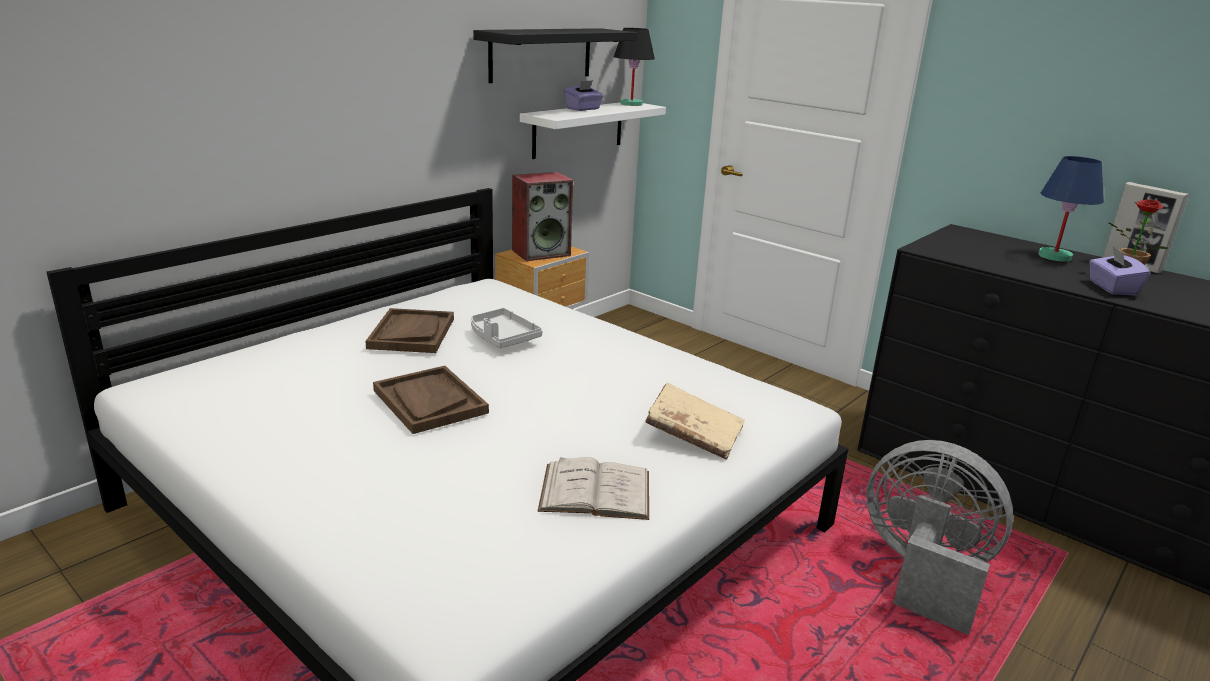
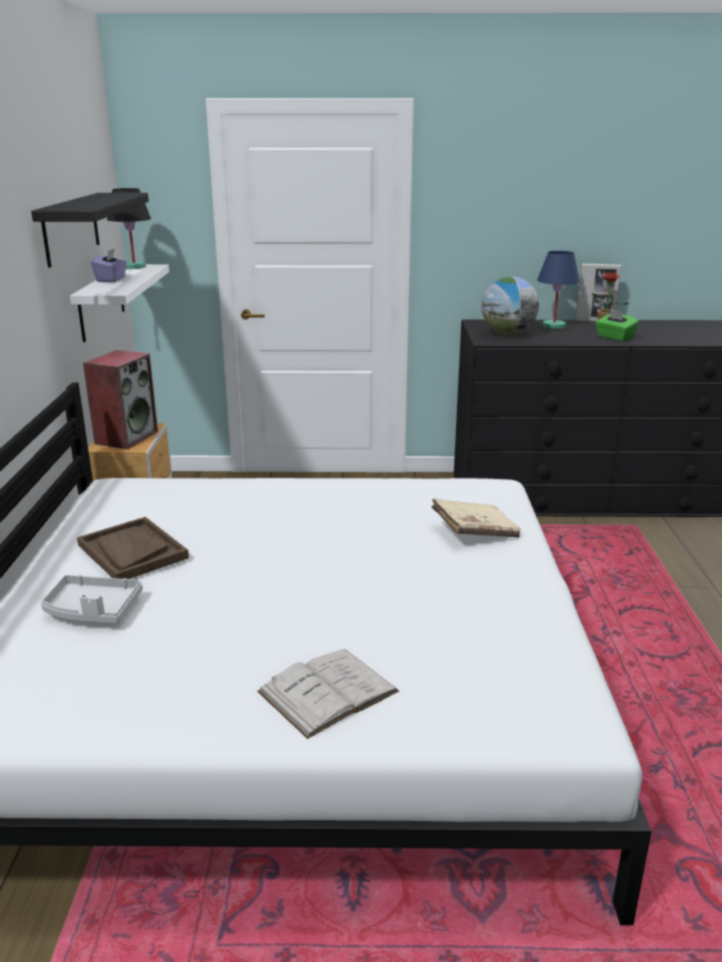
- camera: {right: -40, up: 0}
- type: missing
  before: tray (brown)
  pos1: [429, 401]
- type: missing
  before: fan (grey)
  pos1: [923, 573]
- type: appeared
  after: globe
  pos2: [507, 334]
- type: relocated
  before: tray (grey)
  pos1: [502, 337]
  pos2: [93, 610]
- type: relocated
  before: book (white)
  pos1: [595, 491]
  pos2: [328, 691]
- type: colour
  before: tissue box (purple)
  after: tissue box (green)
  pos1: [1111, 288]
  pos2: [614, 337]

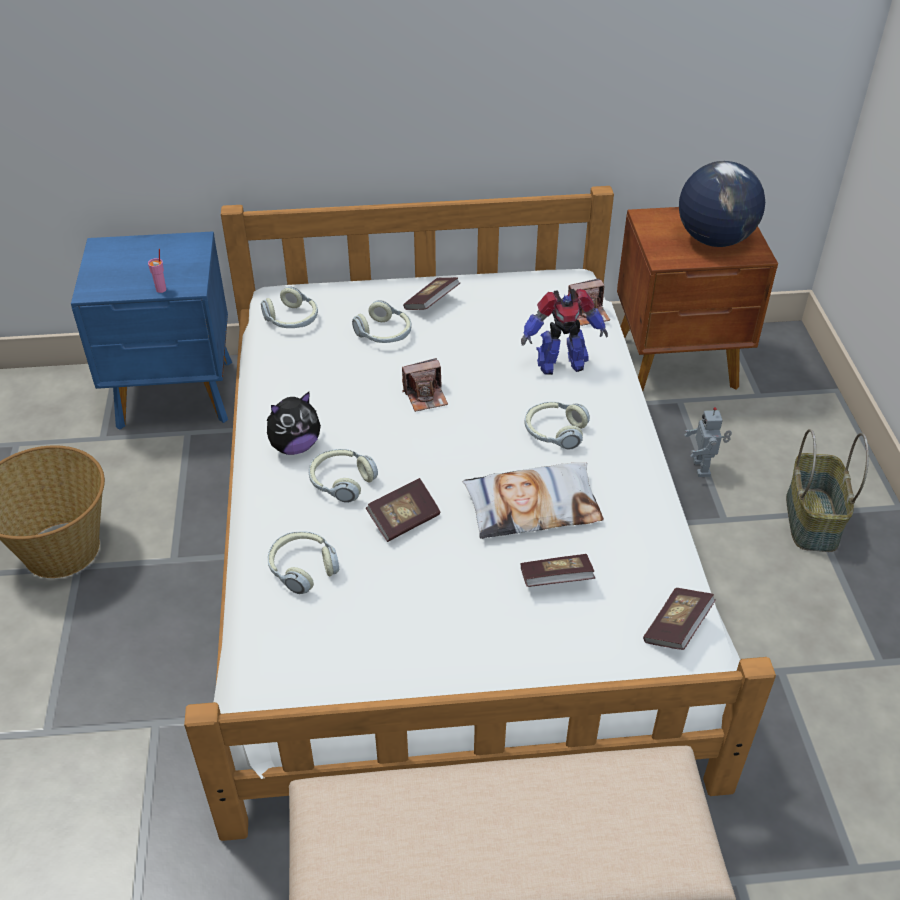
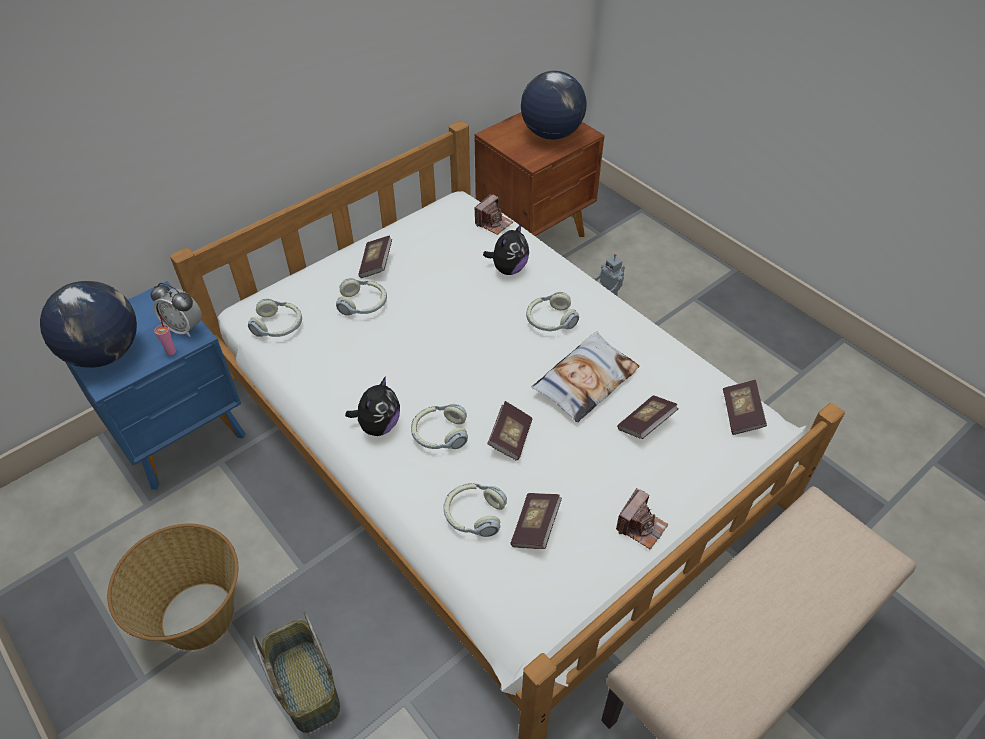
- camera: {right: -35, up: 5}
- type: appeared
  after: globe
  pos2: [104, 353]
- type: appeared
  after: alarm clock
  pos2: [184, 328]
- type: appeared
  after: book
  pos2: [535, 527]
- type: relocated
  before: photo camera
  pos1: [425, 396]
  pos2: [641, 526]
- type: relocated
  before: basket
  pos1: [810, 519]
  pos2: [305, 686]
- type: exchanged
  before: toy robot
  after: plush toy
  pos1: [560, 363]
  pos2: [508, 269]

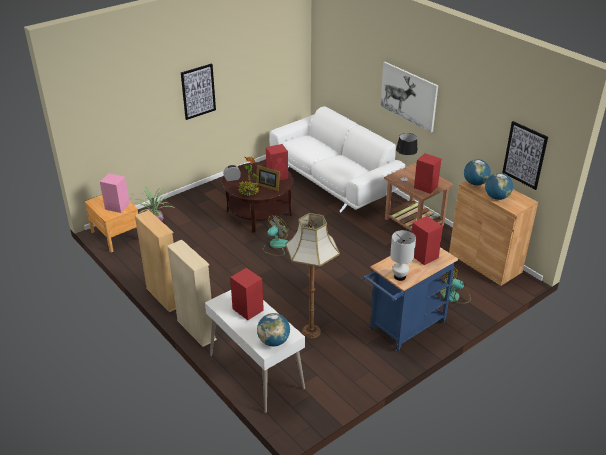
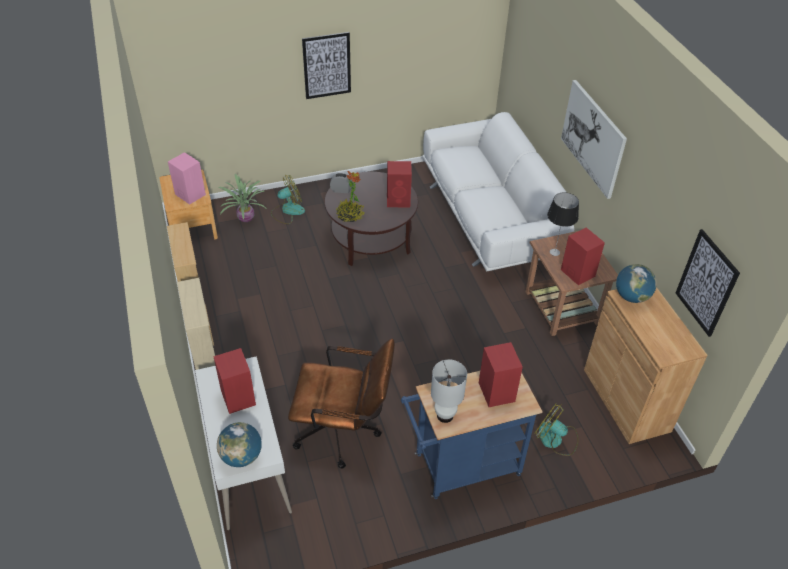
- camera: {right: 20, up: 10}
- type: missing
  before: picture frame
  pos1: [268, 186]
- type: missing
  before: globe
  pos1: [496, 197]
- type: relocated
  before: fan
  pos1: [275, 246]
  pos2: [287, 211]
- type: exchanged
  before: floor lamp
  after: office chair (brown)
  pos1: [312, 331]
  pos2: [344, 432]

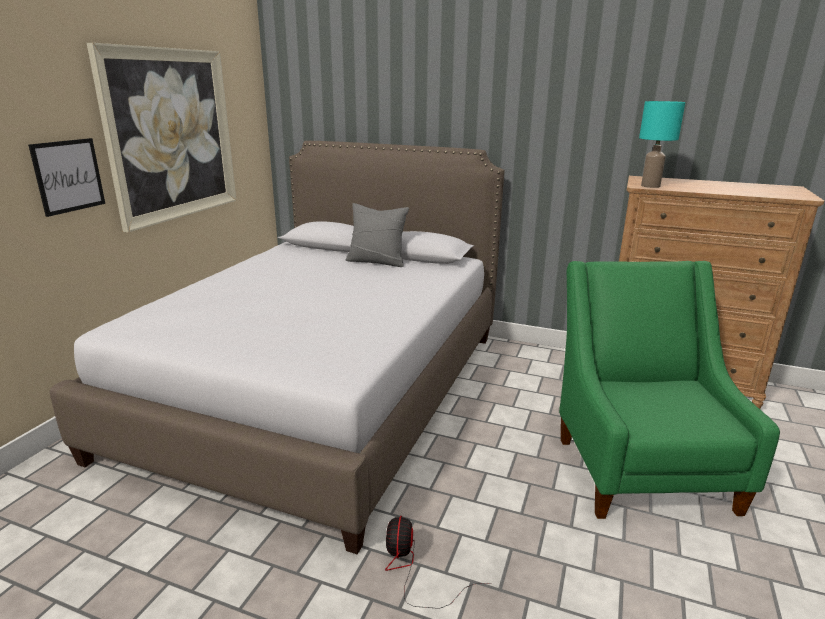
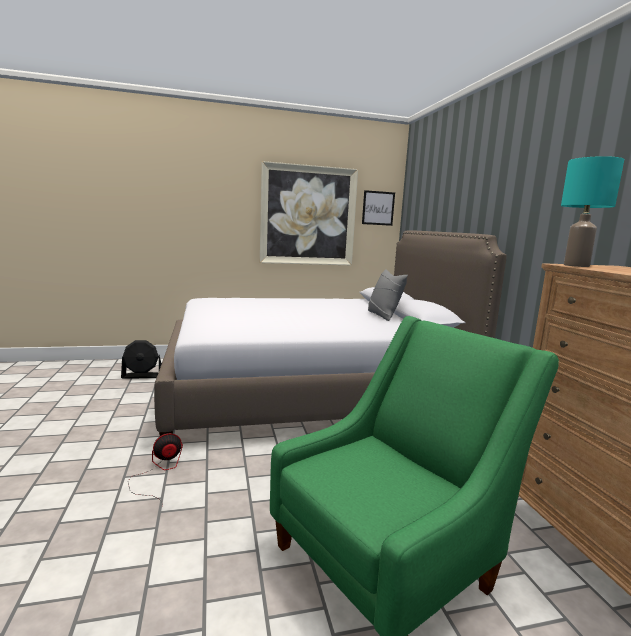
- camera: {right: 55, up: -10}
- type: appeared
  after: fan (black)
  pos2: [142, 376]
- type: relocated
  before: picture
  pos1: [68, 176]
  pos2: [378, 208]

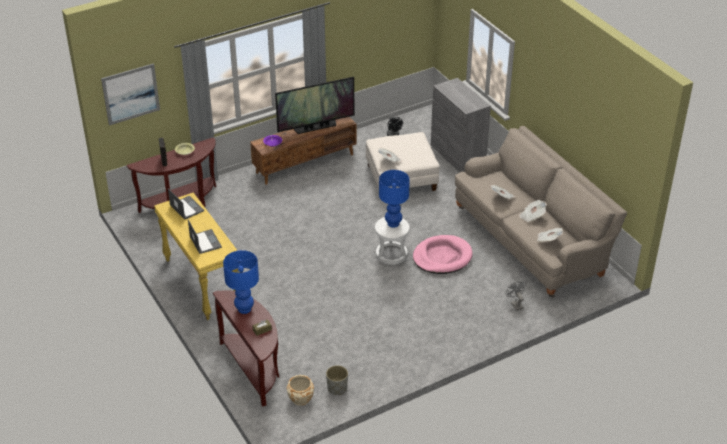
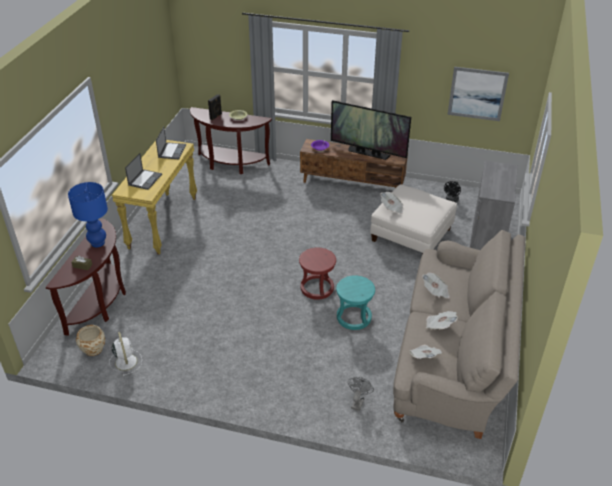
- camera: {right: 45, up: 0}
- type: missing
  before: table lamp (blue)
  pos1: [393, 223]
- type: relocated
  before: picture
  pos1: [131, 94]
  pos2: [477, 94]
- type: exchanged
  before: planter (grey)
  after: fan (white)
  pos1: [337, 388]
  pos2: [126, 361]
- type: exchanged
  before: dog bed (pink)
  after: stool (turquoise)
  pos1: [442, 257]
  pos2: [353, 317]
- type: colour
  before: stool (white)
  after: stool (red)
  pos1: [391, 254]
  pos2: [317, 288]

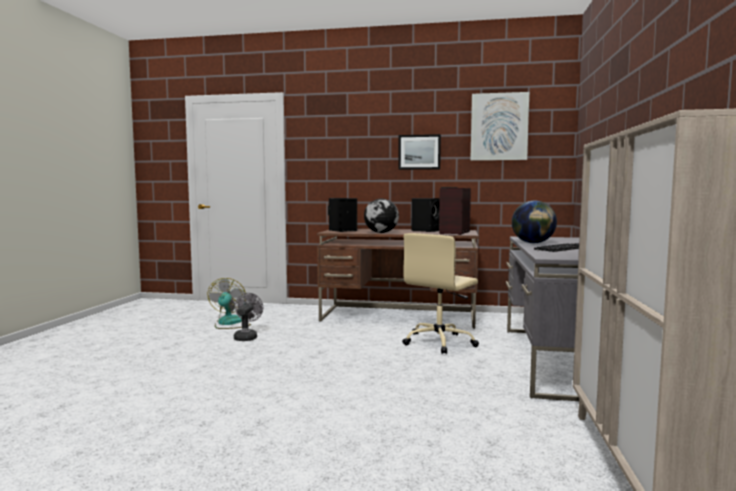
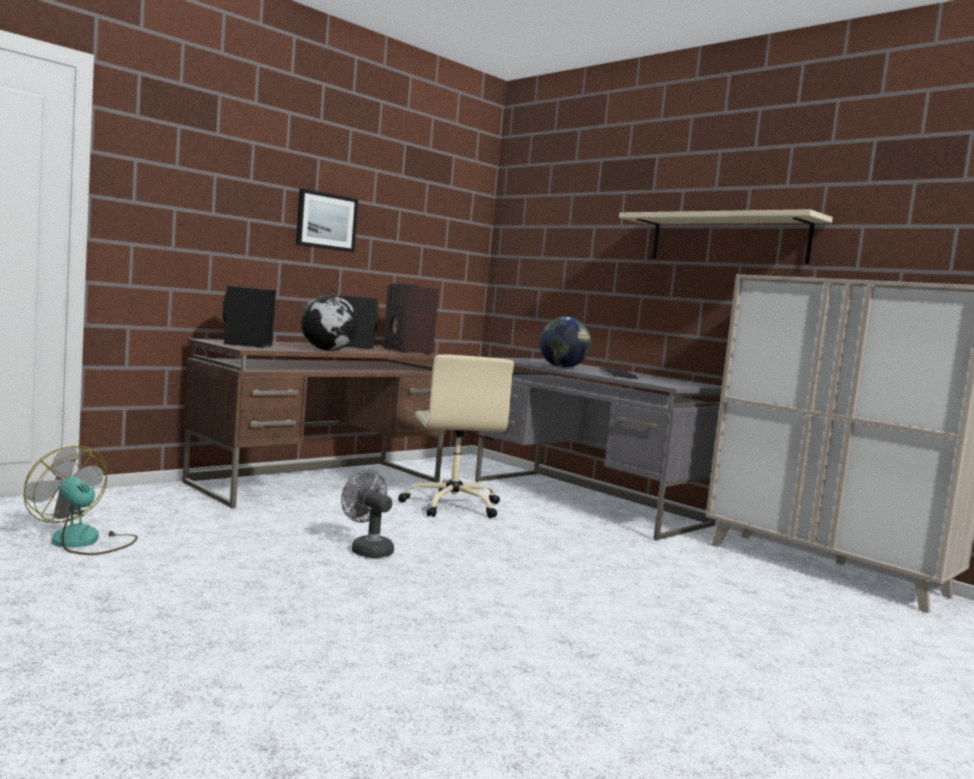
- camera: {right: -55, up: 0}
- type: missing
  before: picture
  pos1: [499, 127]
- type: appeared
  after: shelf (beige)
  pos2: [727, 239]
- type: relocated
  before: fan (grey)
  pos1: [247, 337]
  pos2: [367, 550]

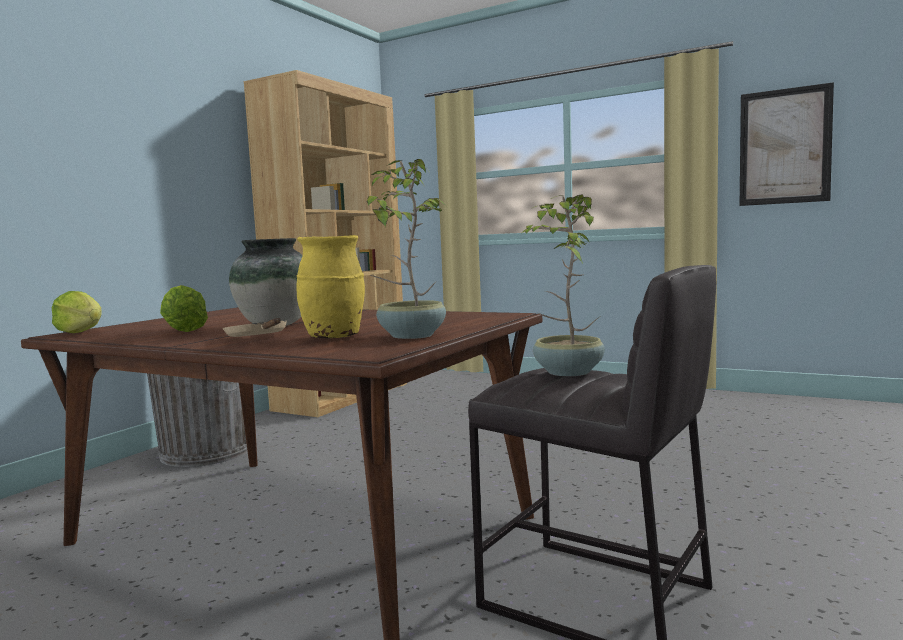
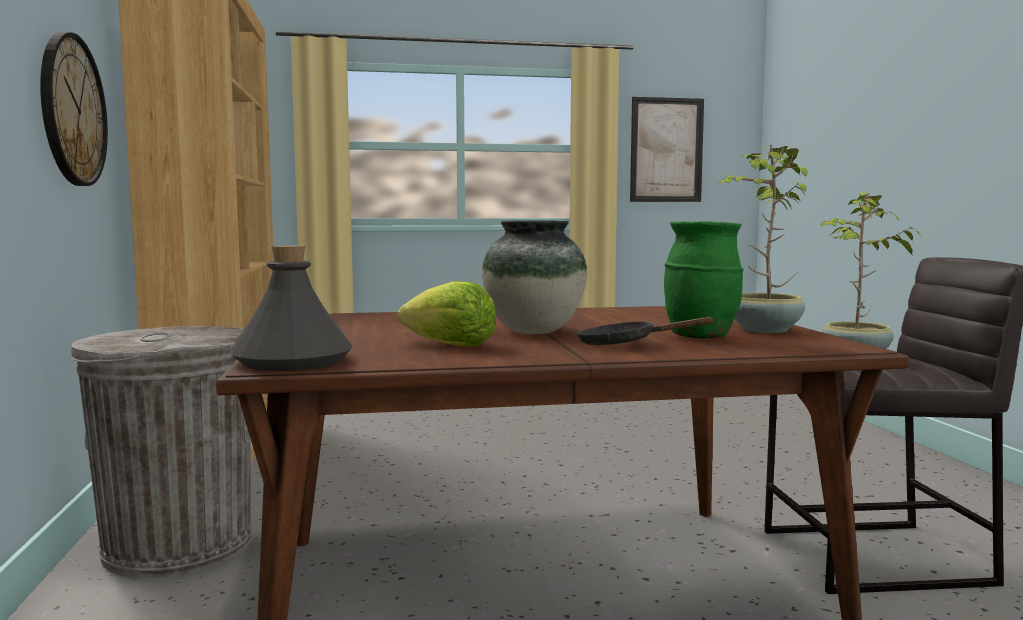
- camera: {right: -40, up: 0}
- type: appeared
  after: wall clock
  pos2: [72, 110]
- type: exchanged
  before: lettuce
  after: bottle (grey)
  pos1: [81, 333]
  pos2: [292, 361]
- type: colour
  before: frying pan (beige)
  after: frying pan (black)
  pos1: [259, 338]
  pos2: [624, 344]
- type: colour
  before: vase (yellow)
  after: vase (green)
  pos1: [334, 337]
  pos2: [701, 337]

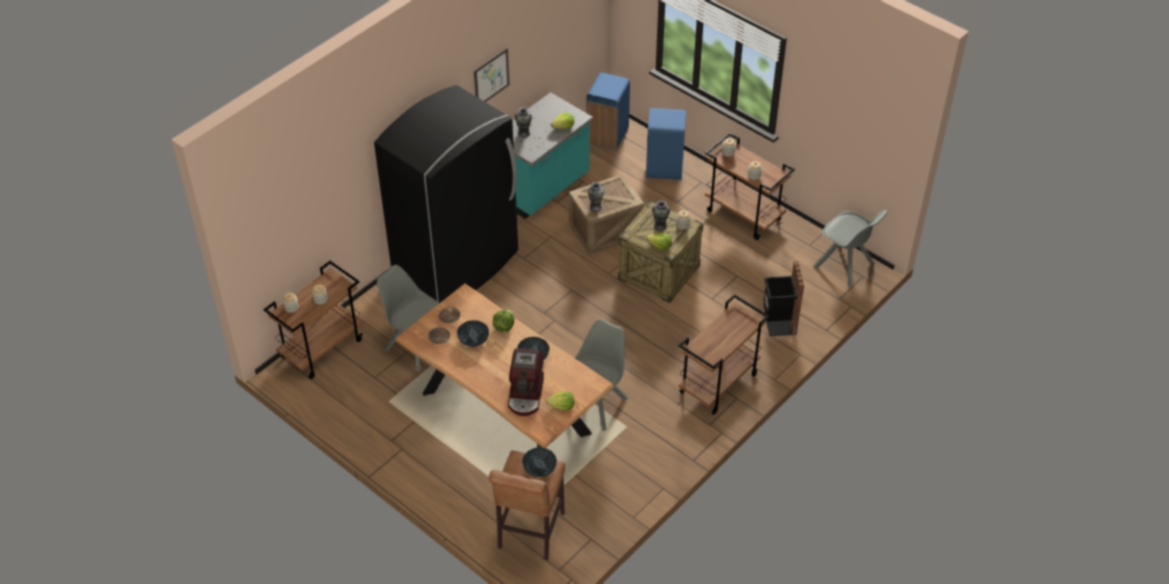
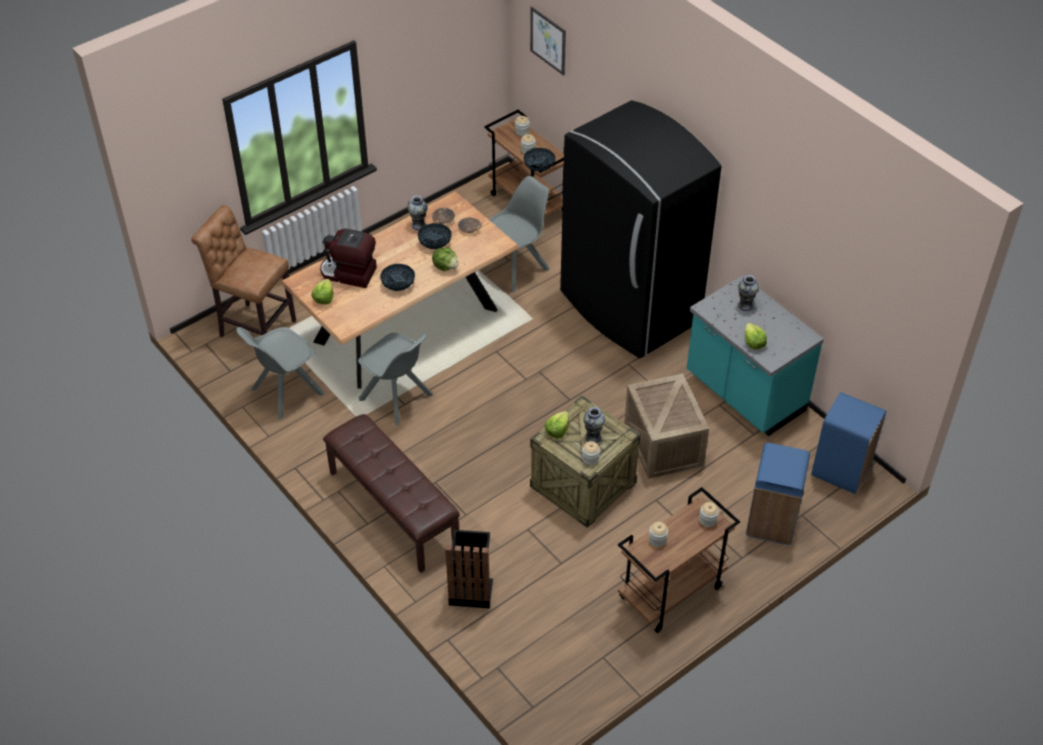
- camera: {right: 100, up: 0}
- type: relocated
  before: picture
  pos1: [491, 77]
  pos2: [548, 40]
- type: relocated
  before: bowl
  pos1: [539, 468]
  pos2: [539, 166]
- type: relocated
  before: vase
  pos1: [595, 207]
  pos2: [418, 225]
- type: relocated
  before: chair (grey)
  pos1: [845, 266]
  pos2: [285, 392]
- type: exchanged
  before: cart (brown)
  after: bench (brown)
  pos1: [718, 384]
  pos2: [392, 510]

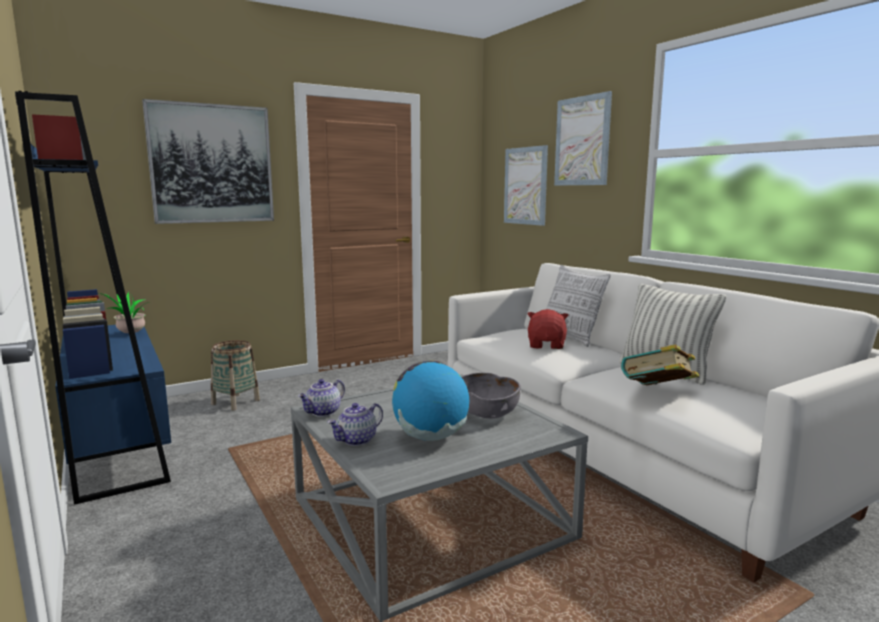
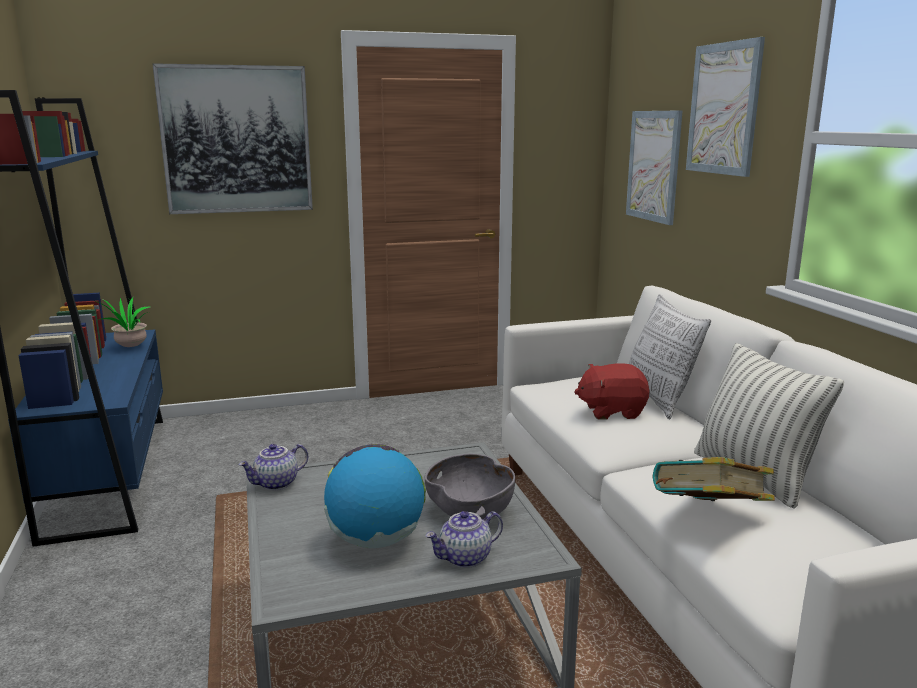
- camera: {right: 15, up: 5}
- type: missing
  before: basket
  pos1: [235, 402]
- type: relocated
  before: teapot
  pos1: [357, 440]
  pos2: [465, 558]
- type: spun
  before: plush toy (red)
  pos1: [547, 345]
  pos2: [611, 411]
  turn: -120

